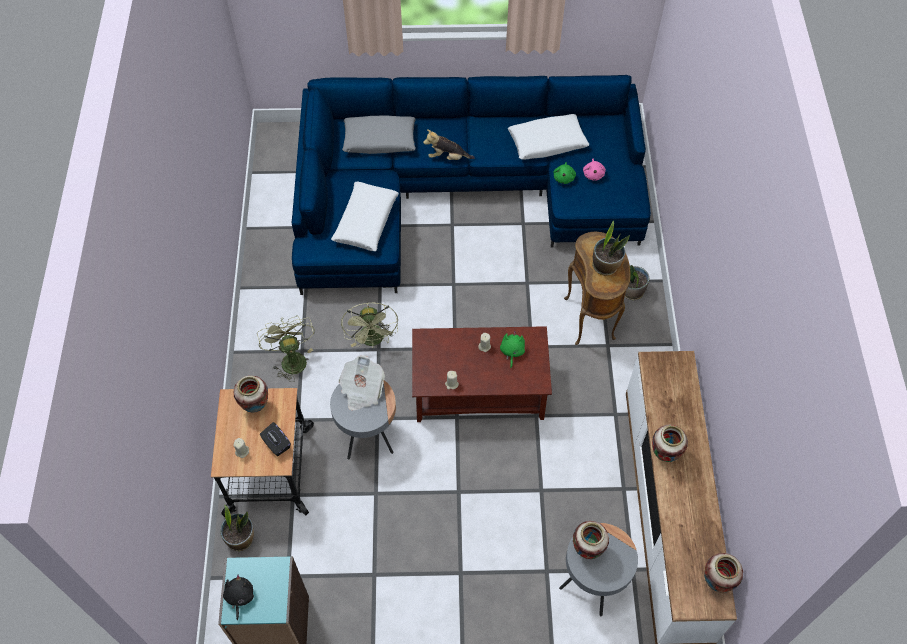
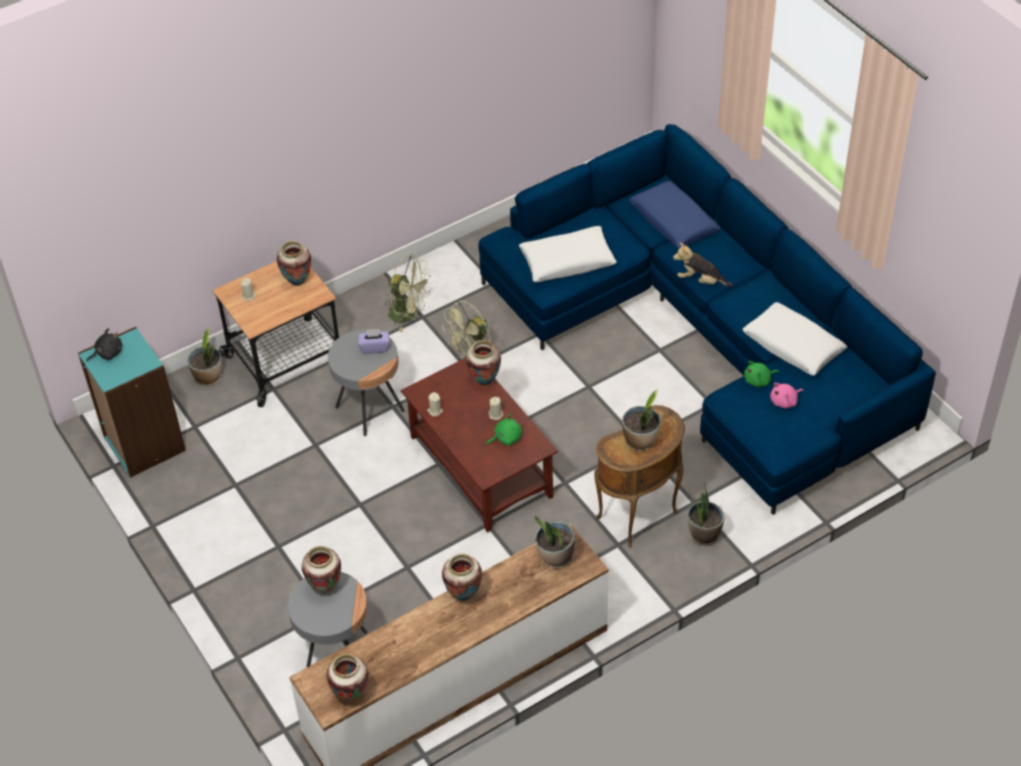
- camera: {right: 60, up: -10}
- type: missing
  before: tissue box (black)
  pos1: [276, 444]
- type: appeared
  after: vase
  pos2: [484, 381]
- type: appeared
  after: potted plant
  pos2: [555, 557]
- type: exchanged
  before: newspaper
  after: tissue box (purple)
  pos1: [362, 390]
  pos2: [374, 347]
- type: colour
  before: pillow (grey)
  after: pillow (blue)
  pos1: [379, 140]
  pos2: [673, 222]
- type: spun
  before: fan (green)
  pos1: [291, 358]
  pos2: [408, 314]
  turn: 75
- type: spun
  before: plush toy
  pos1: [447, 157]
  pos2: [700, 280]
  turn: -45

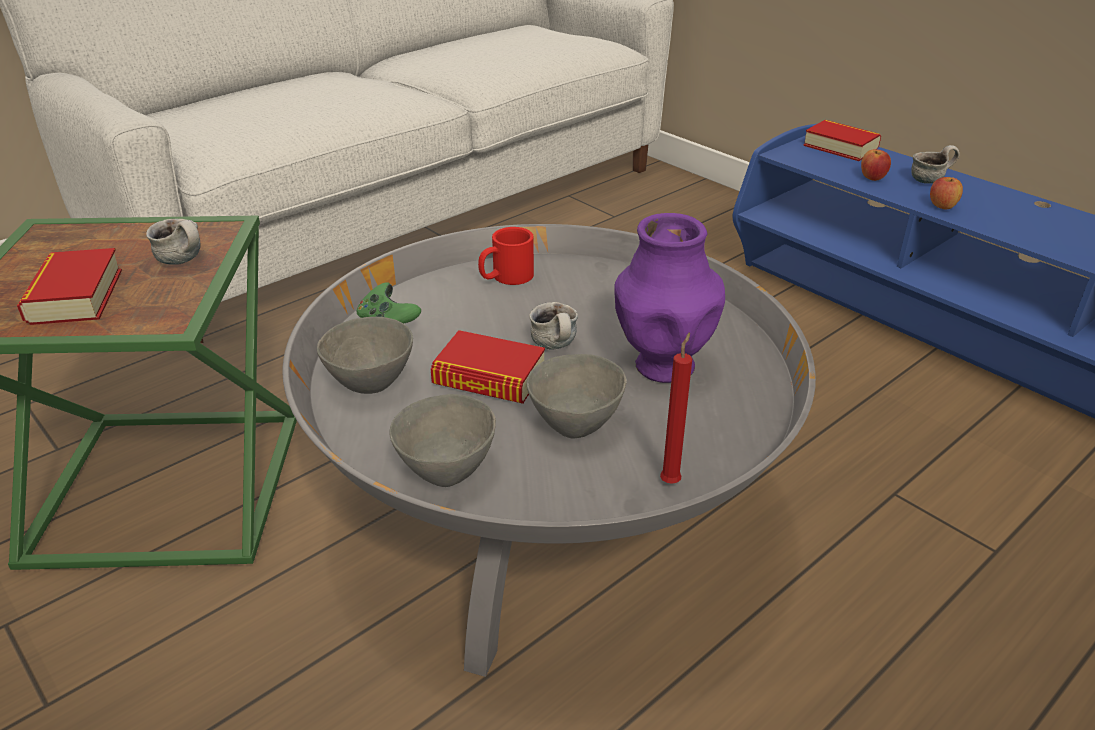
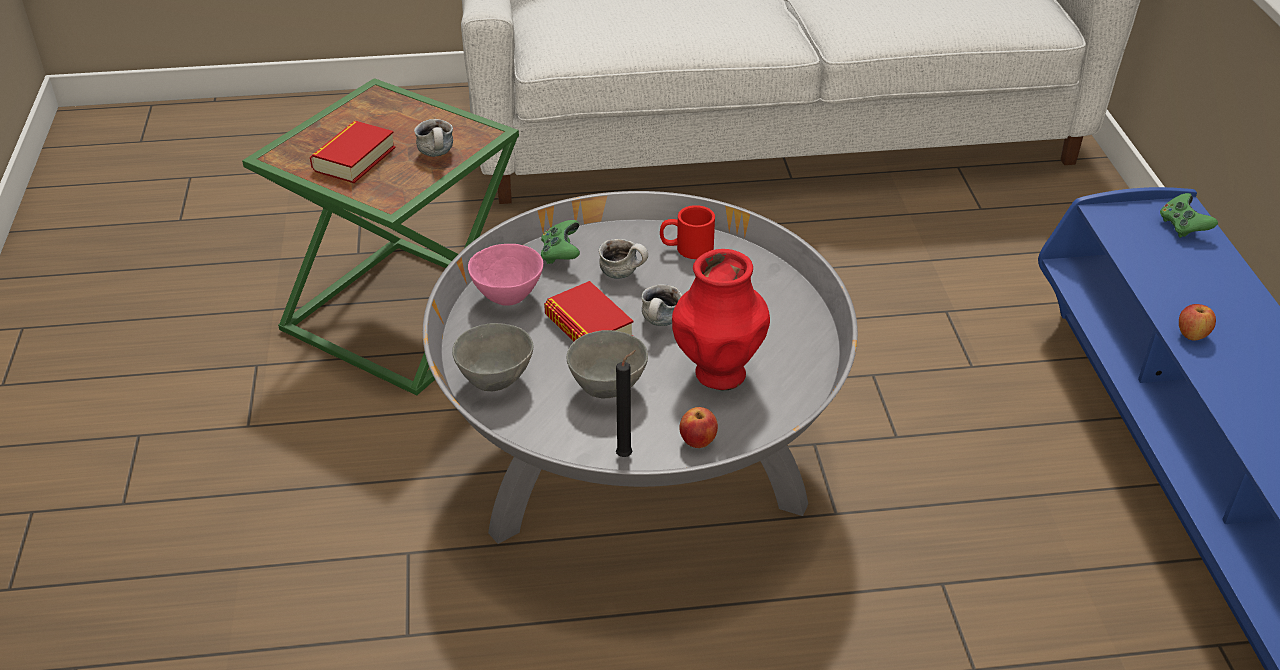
- camera: {right: 35, up: 5}
- type: relocated
  before: apple
  pos1: [872, 178]
  pos2: [698, 441]
- type: relocated
  before: mug
  pos1: [929, 180]
  pos2: [624, 273]
- type: exchanged
  before: book
  after: game controller (green)
  pos1: [840, 147]
  pos2: [1182, 227]
- type: colour
  before: bowl (grey)
  after: bowl (pink)
  pos1: [371, 385]
  pos2: [507, 298]
- type: colour
  before: vase (purple)
  after: vase (red)
  pos1: [662, 366]
  pos2: [719, 373]
- type: colour
  before: candle (red)
  after: candle (black)
  pos1: [671, 481]
  pos2: [626, 455]

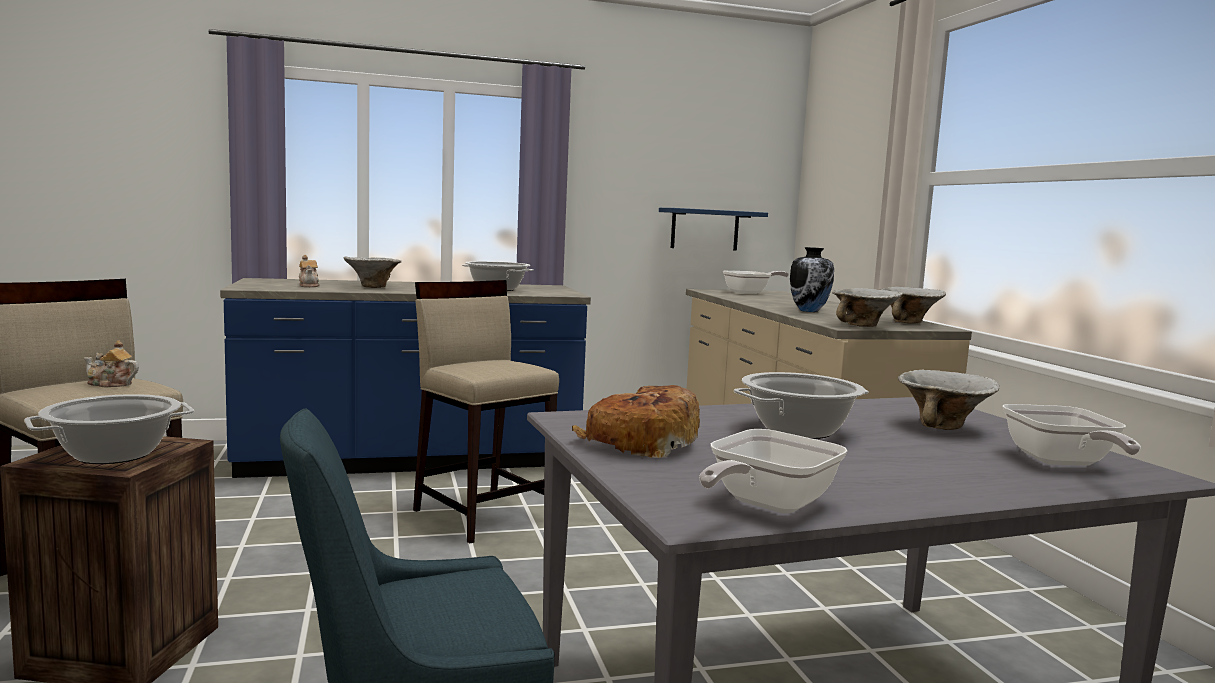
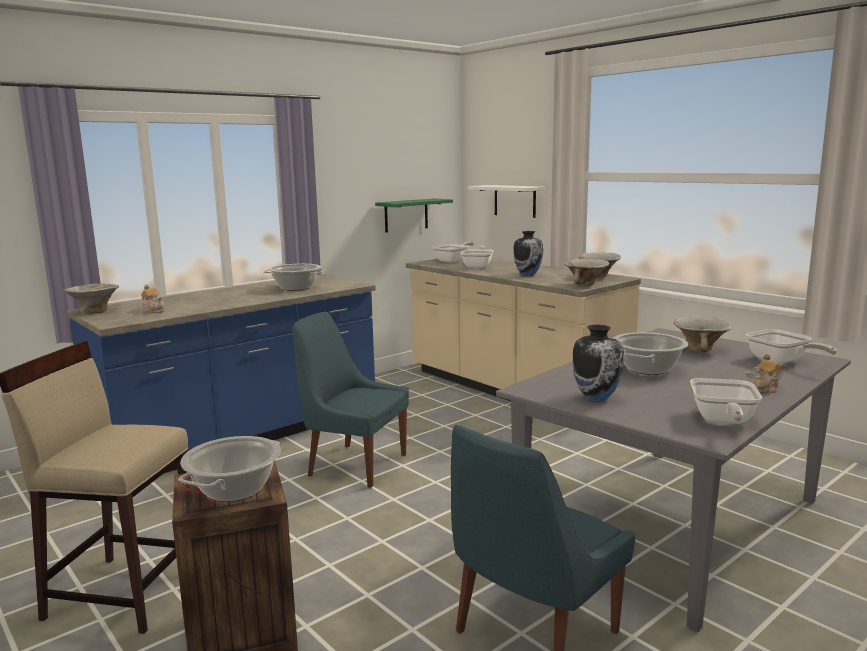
- camera: {right: -25, up: 5}
- type: appeared
  after: frying pan
  pos2: [478, 266]
- type: appeared
  after: shelf (white)
  pos2: [514, 201]
- type: relocated
  before: teapot
  pos1: [110, 384]
  pos2: [762, 390]
- type: relocated
  before: bowl
  pos1: [372, 287]
  pos2: [94, 312]
- type: exchanged
  before: stool (beige)
  after: chair (blue)
  pos1: [483, 514]
  pos2: [354, 464]
- type: exchanged
  before: bread
  after: vase
  pos1: [639, 443]
  pos2: [597, 398]
- type: colour
  before: shelf (blue)
  after: shelf (green)
  pos1: [704, 229]
  pos2: [406, 215]

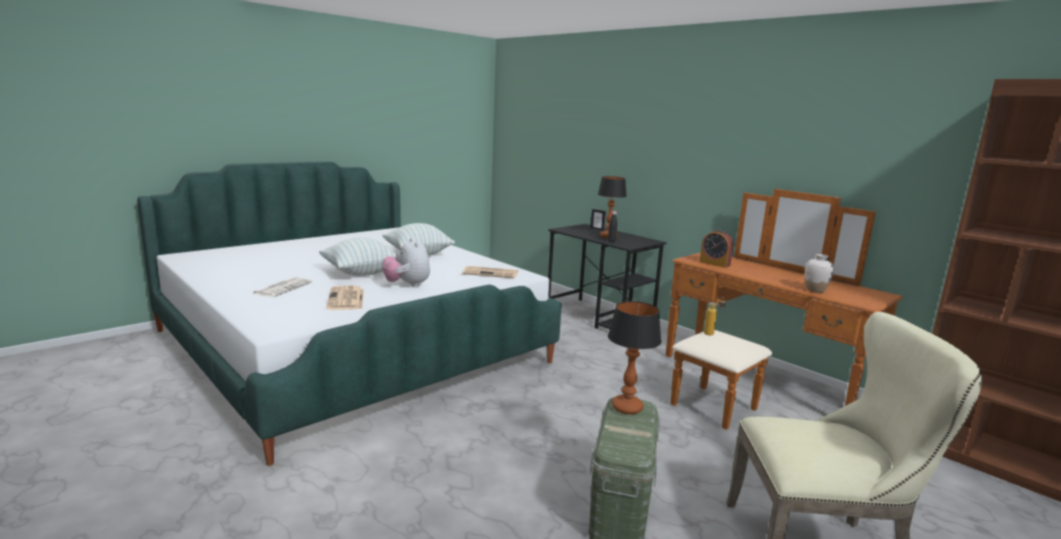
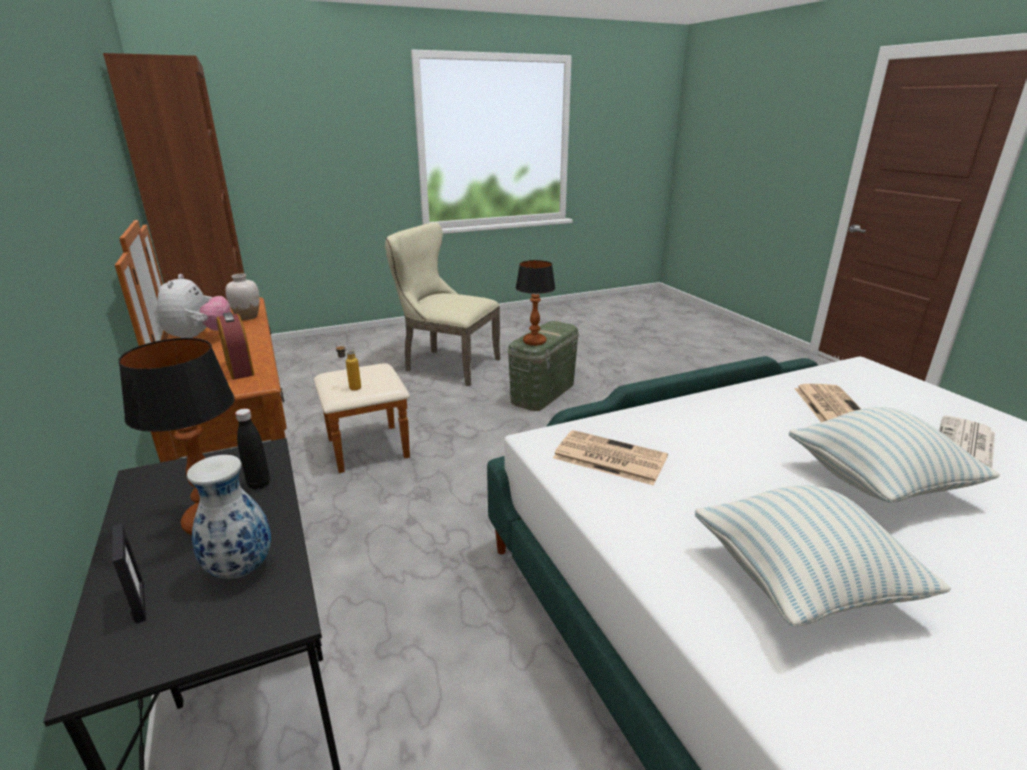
- camera: {right: -160, up: 10}
- type: appeared
  after: vase
  pos2: [242, 569]
- type: relocated
  before: plush toy
  pos1: [407, 285]
  pos2: [199, 337]

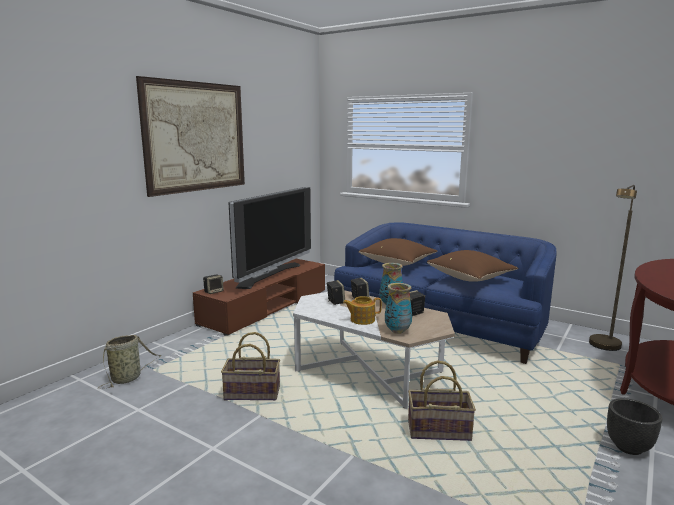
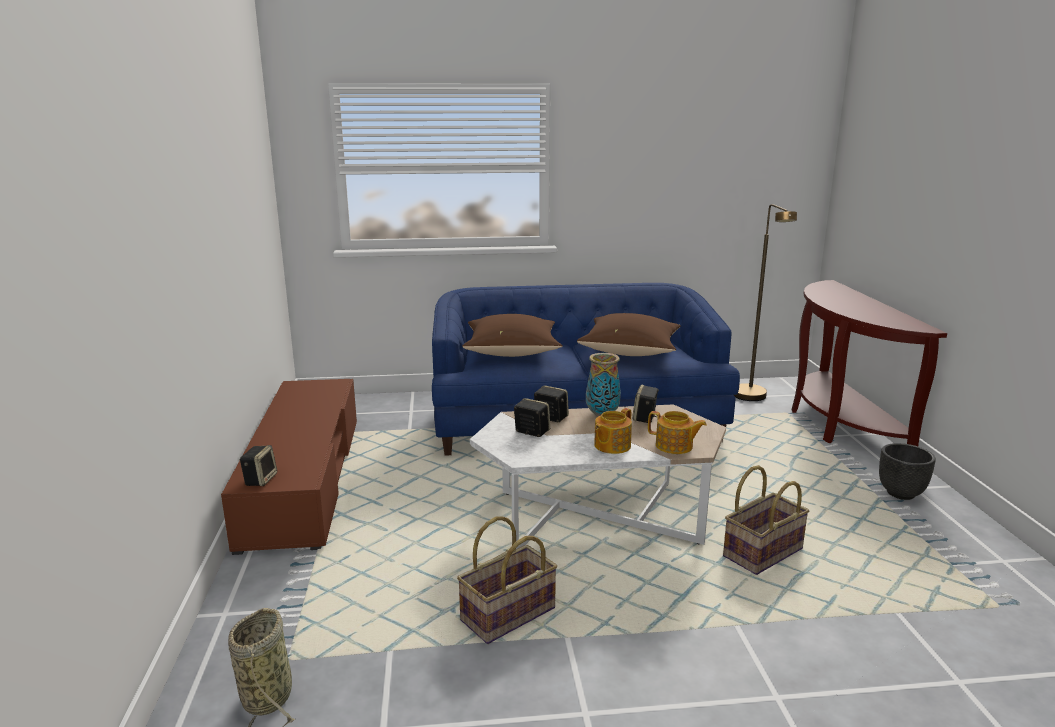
- camera: {right: -40, up: 5}
- type: missing
  before: picture
  pos1: [196, 137]
- type: missing
  before: television
  pos1: [270, 275]
- type: exchanged
  before: vase
  after: teapot
  pos1: [397, 331]
  pos2: [674, 446]

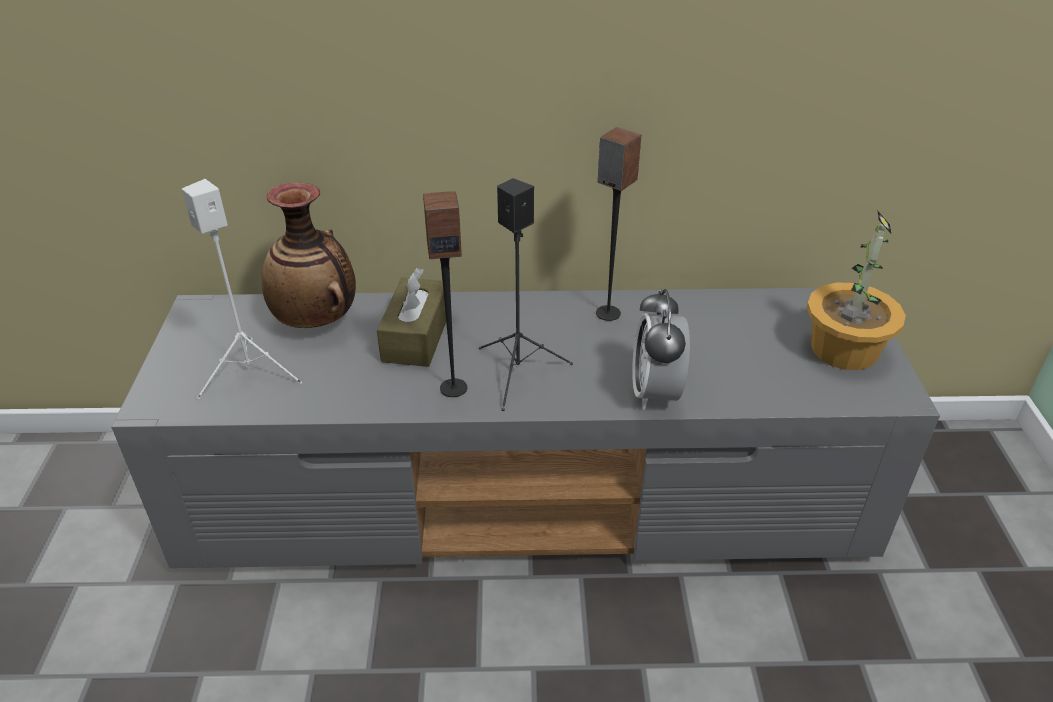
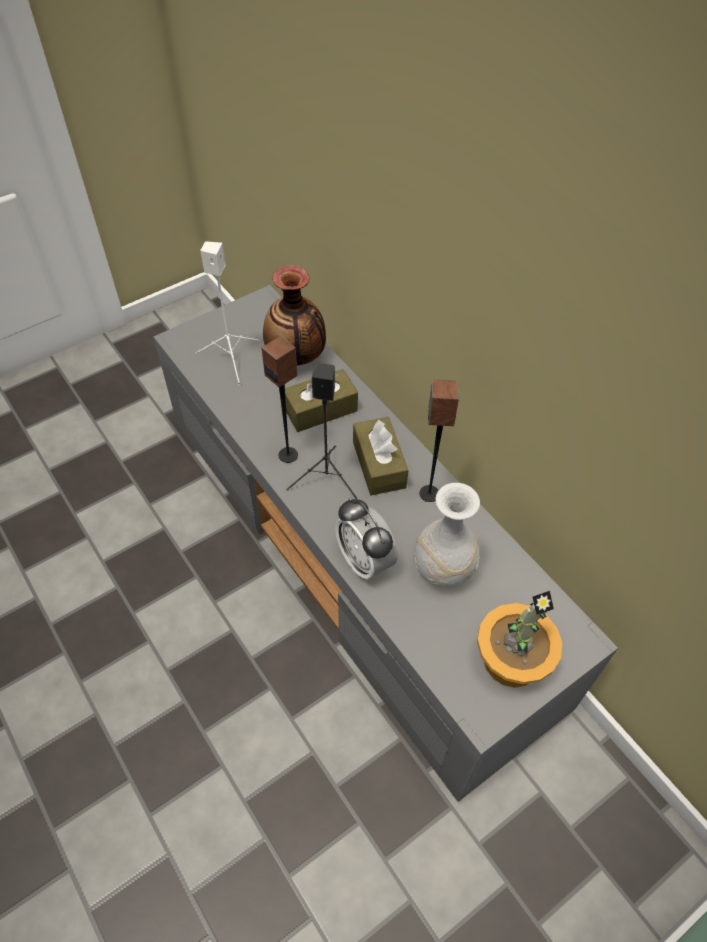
- camera: {right: 55, up: 15}
- type: appeared
  after: tissue box (brown)
  pos2: [379, 464]
- type: appeared
  after: vase (white)
  pos2: [442, 570]
- type: spun
  before: alarm clock
  pos1: [655, 393]
  pos2: [365, 561]
  turn: -90

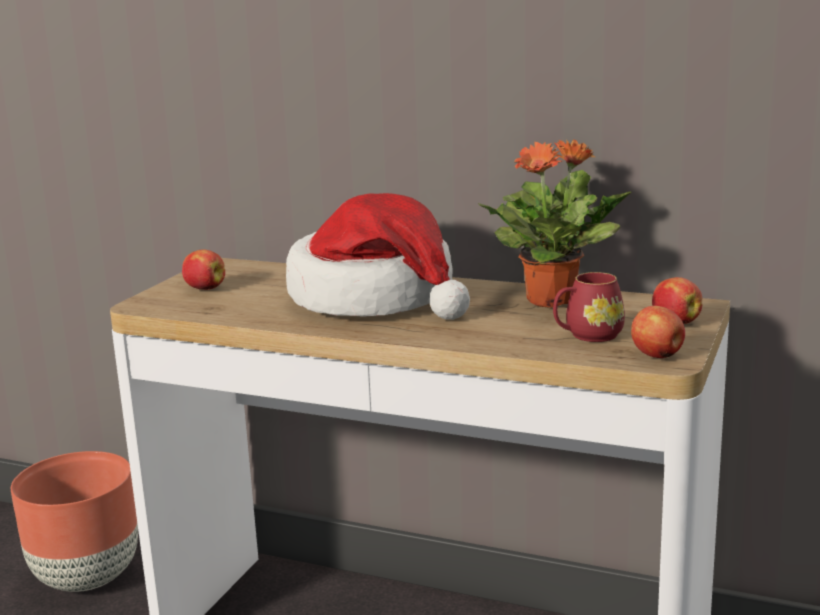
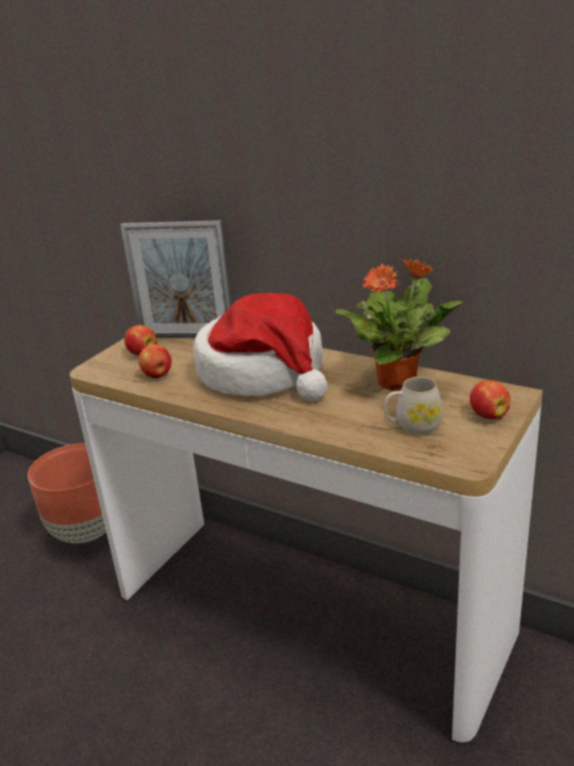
- camera: {right: 10, up: 10}
- type: appeared
  after: picture frame
  pos2: [187, 336]
- type: relocated
  before: apple
  pos1: [658, 355]
  pos2: [157, 375]
- type: colour
  before: mug (red)
  after: mug (white)
  pos1: [587, 335]
  pos2: [413, 426]

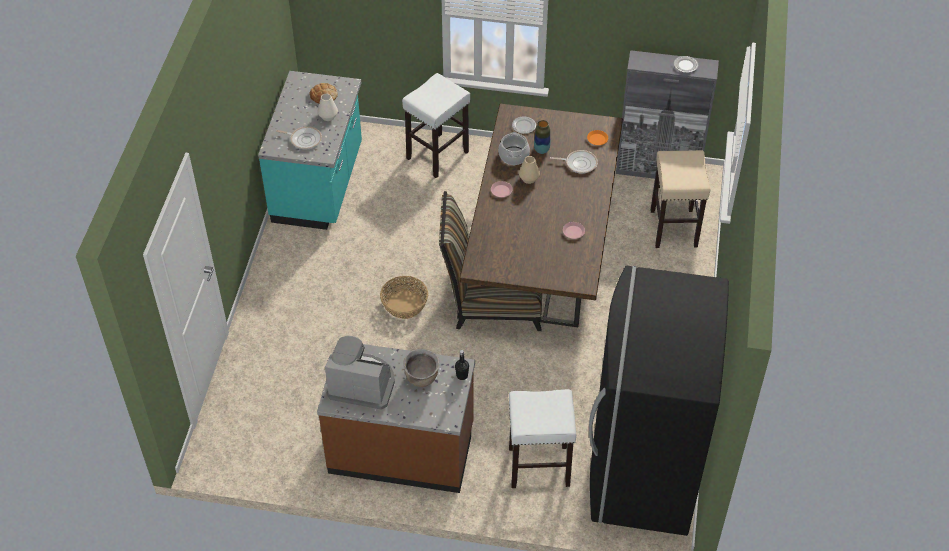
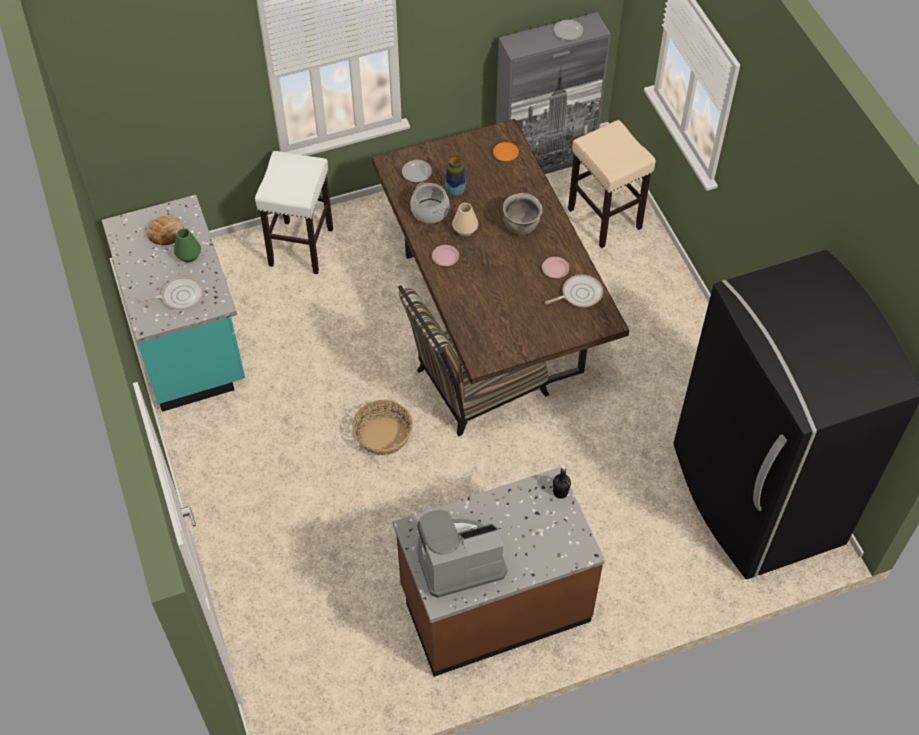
- camera: {right: -30, up: 5}
- type: missing
  before: stool (white)
  pos1: [538, 467]
- type: relocated
  before: cooking pot (brown)
  pos1: [422, 378]
  pos2: [521, 226]
- type: relocated
  before: frying pan
  pos1: [579, 163]
  pos2: [579, 294]
- type: colour
  before: vase (white)
  after: vase (green)
  pos1: [328, 116]
  pos2: [189, 256]

